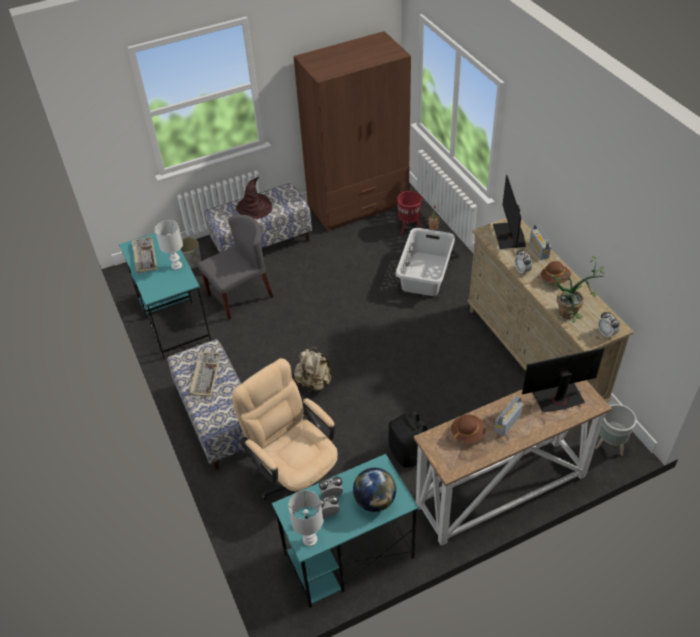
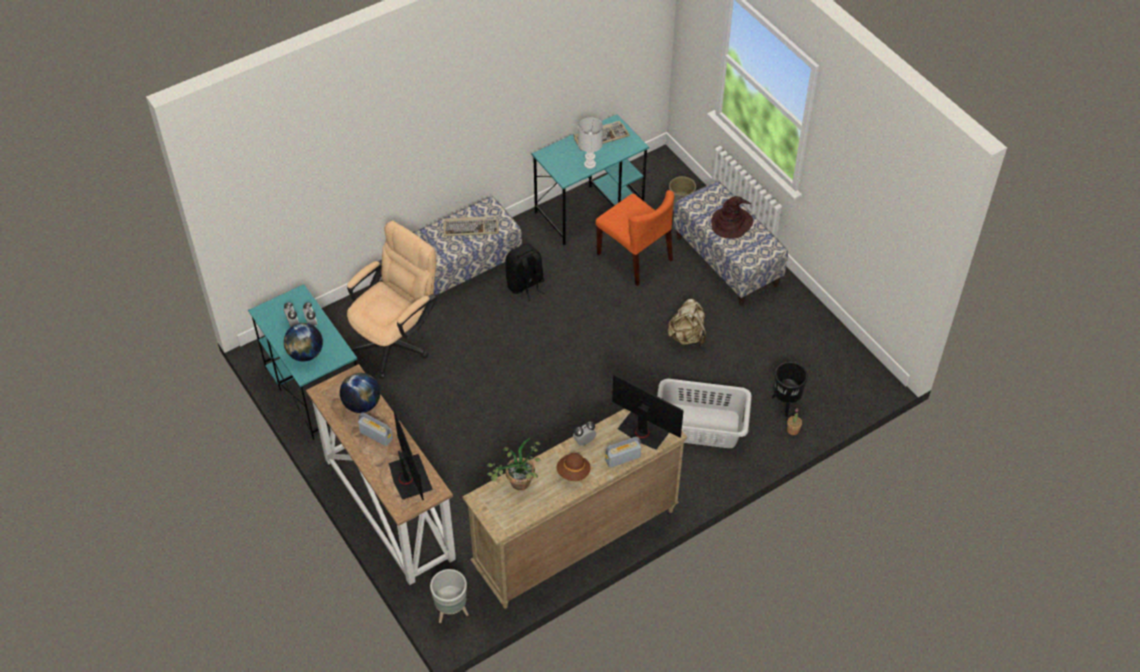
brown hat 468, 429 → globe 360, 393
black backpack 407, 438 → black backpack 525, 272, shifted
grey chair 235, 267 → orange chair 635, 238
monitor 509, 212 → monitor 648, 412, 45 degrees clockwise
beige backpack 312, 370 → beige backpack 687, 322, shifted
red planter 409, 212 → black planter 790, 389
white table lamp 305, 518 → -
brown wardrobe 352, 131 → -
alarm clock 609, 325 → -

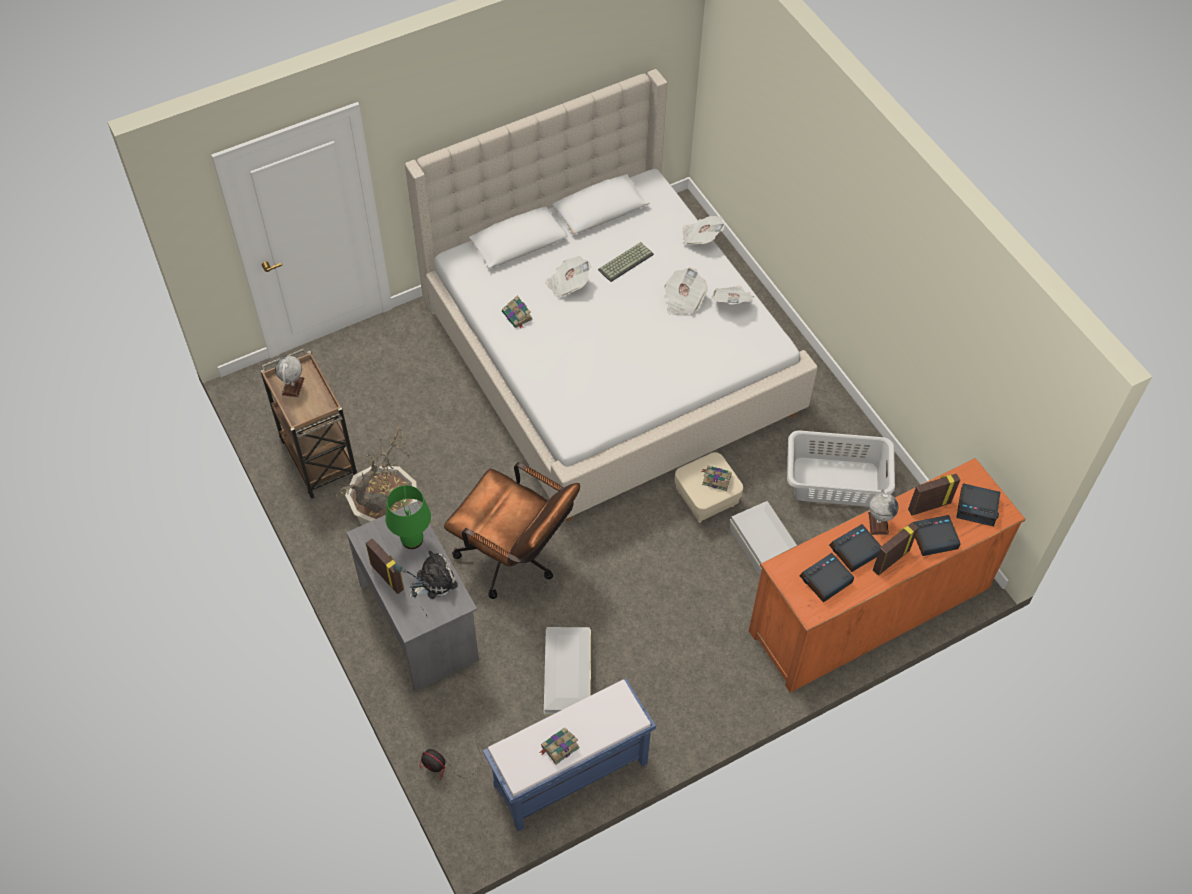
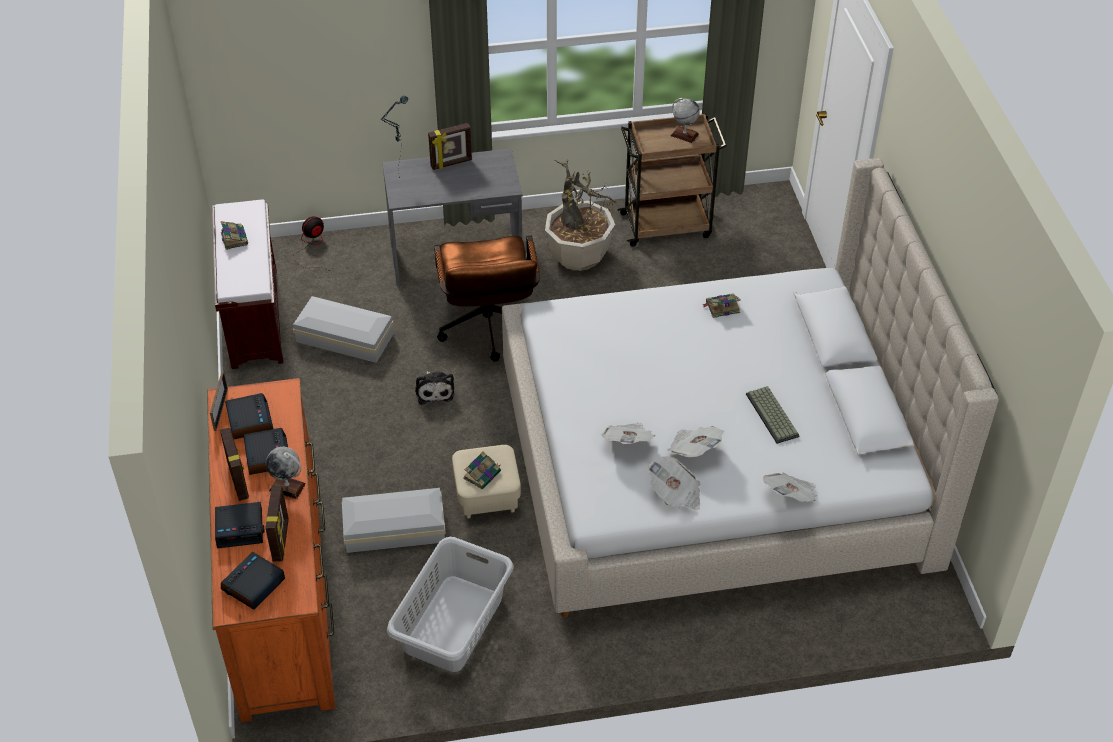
- → picture frame 219, 401
blue bench 569, 755 → brown bench 247, 284
alarm clock 937, 535 → alarm clock 240, 525, 75 degrees clockwise
plush toy 434, 575 → plush toy 435, 388, shifted
brown office chair 512, 530 → brown office chair 487, 298, 60 degrees counterclockwise
newspaper 568, 277 → newspaper 628, 433, shifted
green table lamp 408, 517 → -

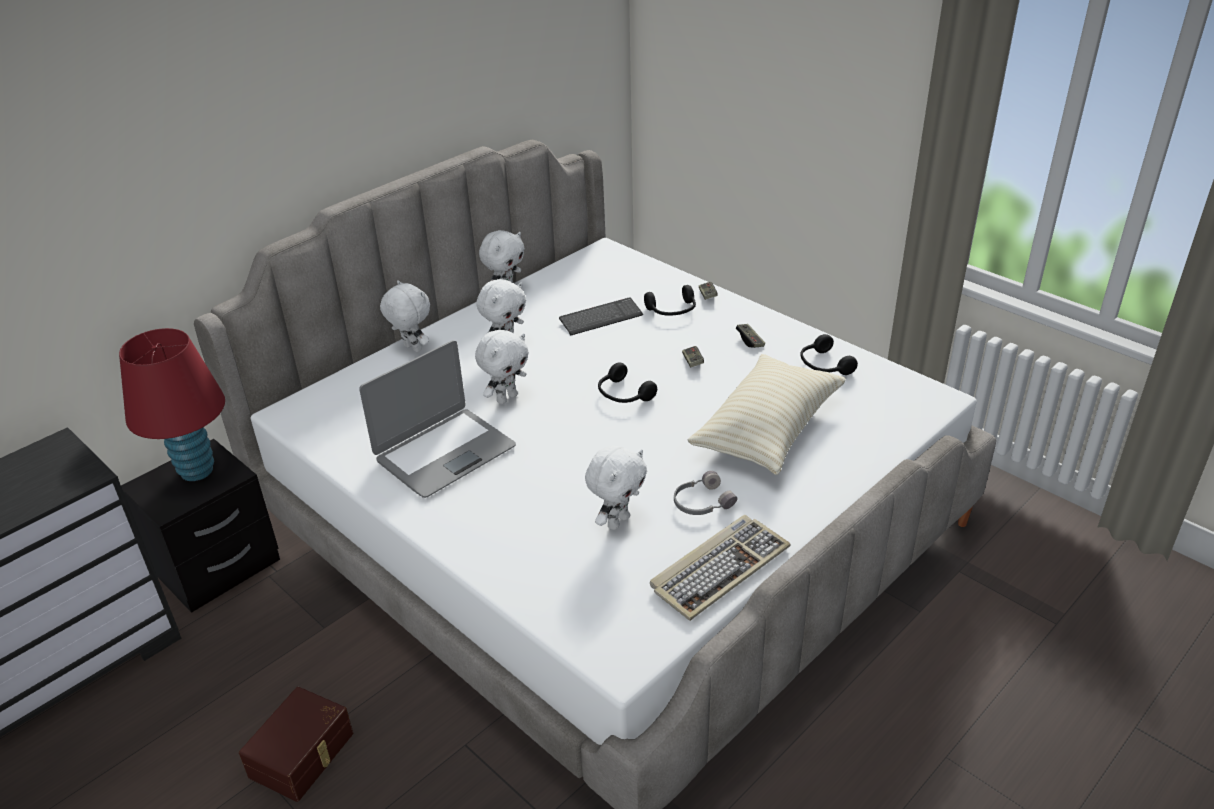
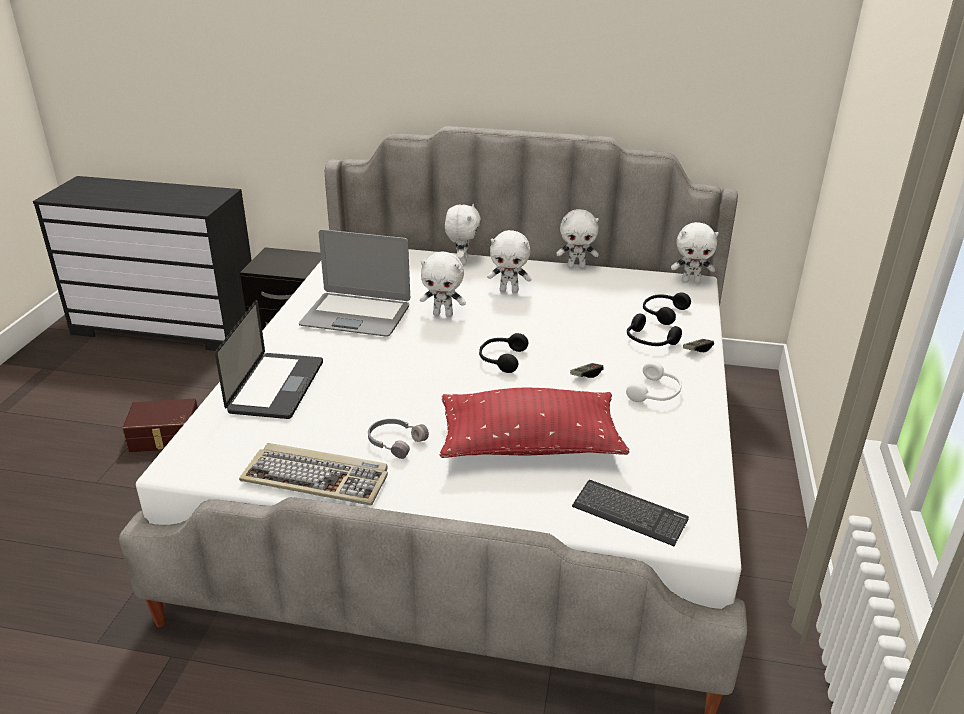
- → laptop 269, 359
beige pillow 766, 414 → red pillow 534, 423
keyboard 601, 316 → keyboard 630, 513, shifted
game controller 750, 336 → white headphones 654, 381
black headphones 829, 354 → black headphones 667, 309, shifted
white plush toy 616, 488 → white plush toy 695, 252, shifted
red table lamp 172, 404 → -

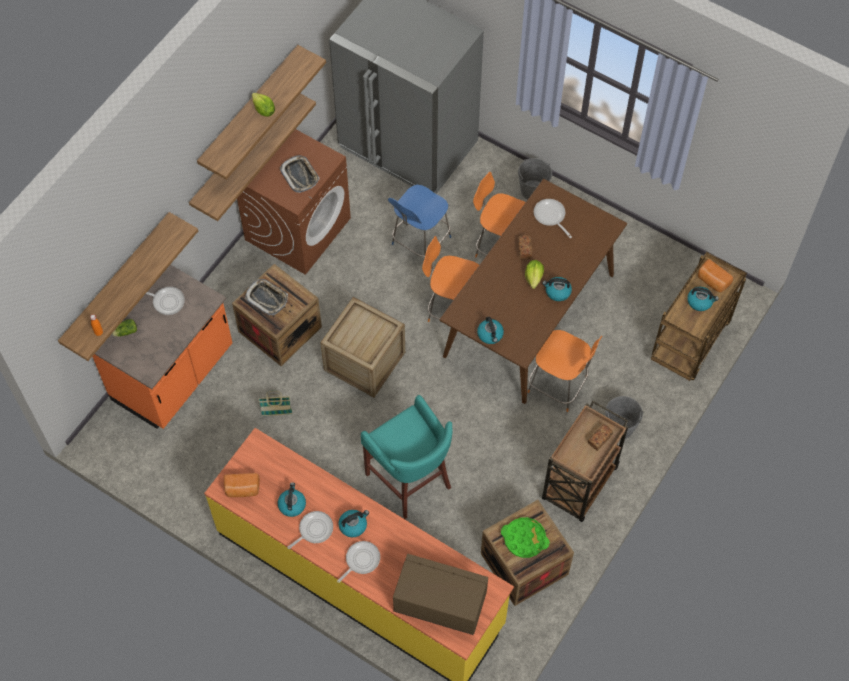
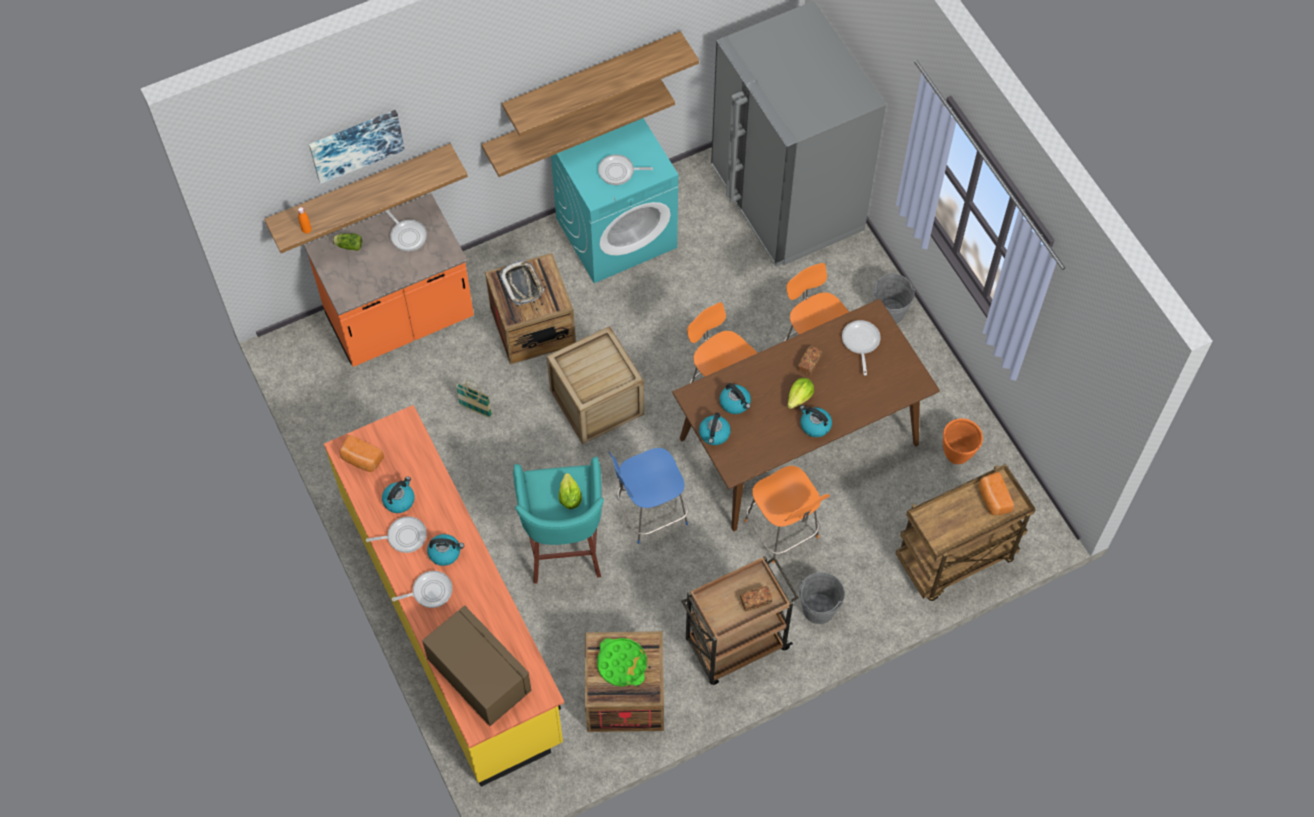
- → picture 357, 147
brown washing machine 294, 202 → turquoise washing machine 614, 200
lettuce 263, 105 → lettuce 570, 491, shifted
tray 300, 174 → frying pan 625, 169
blue chair 419, 221 → blue chair 648, 496, shifted
kettle 703, 299 → kettle 735, 398, shifted
- → orange planter 963, 441

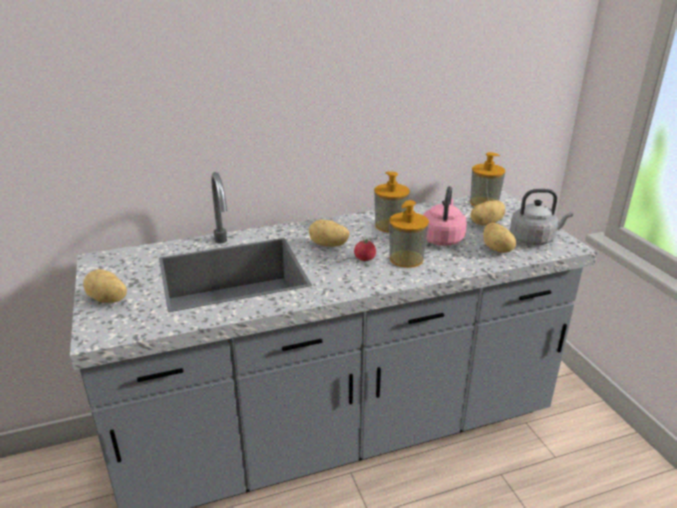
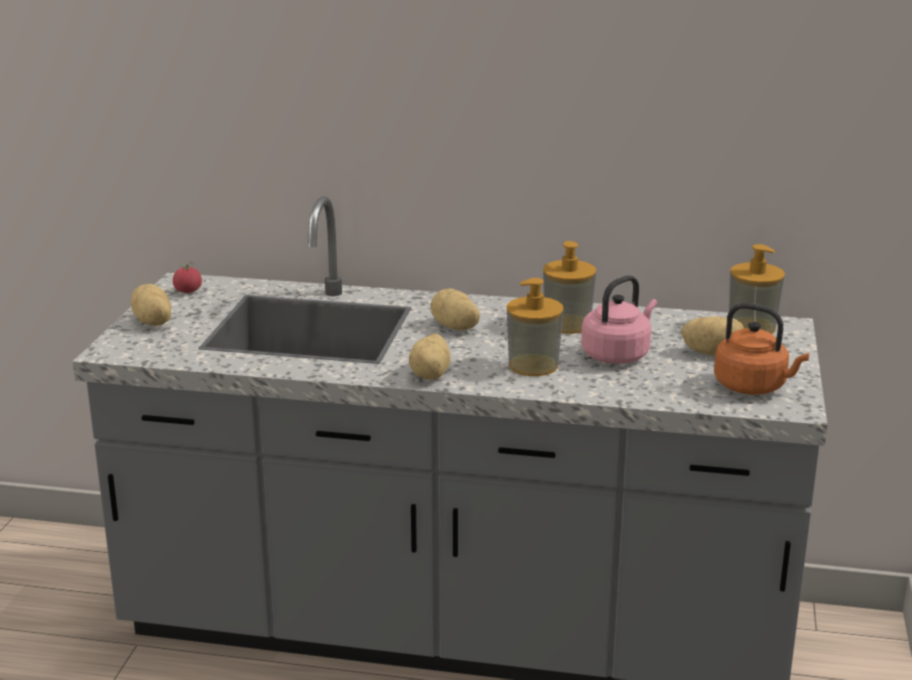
tomato 365, 249 → tomato 187, 277, shifted
potato 499, 238 → potato 429, 357, shifted
grey kettle 541, 217 → orange kettle 761, 349

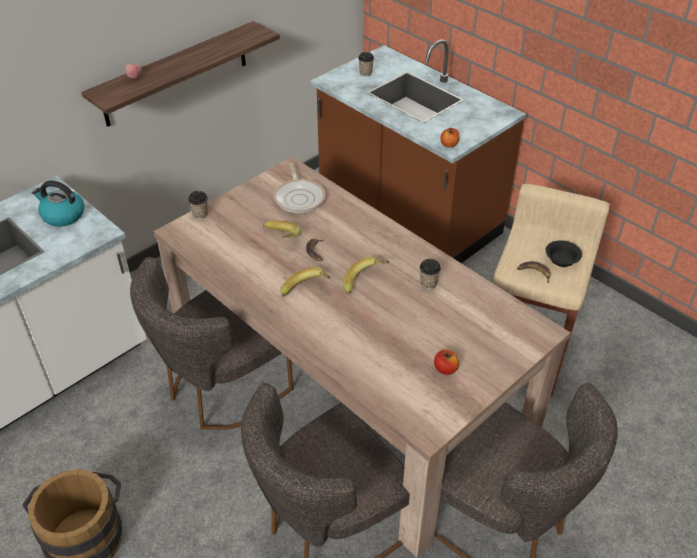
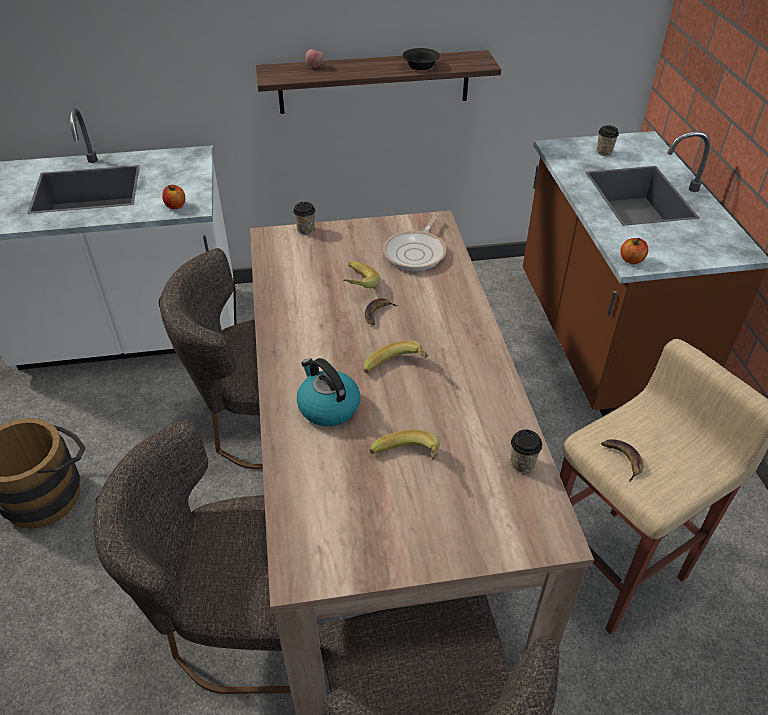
apple 446, 362 → apple 173, 197, shifted
kettle 58, 203 → kettle 328, 392, shifted
banana 305, 282 → banana 404, 445, shifted
black bowl 563, 253 → black bowl 421, 59, shifted
cup 430, 274 → cup 526, 451, shifted

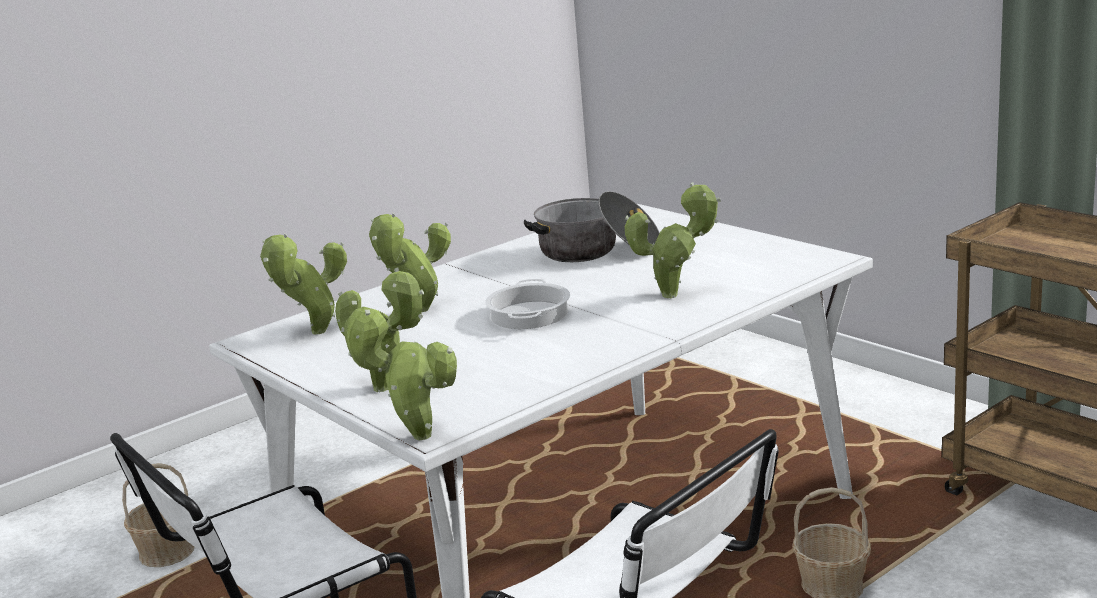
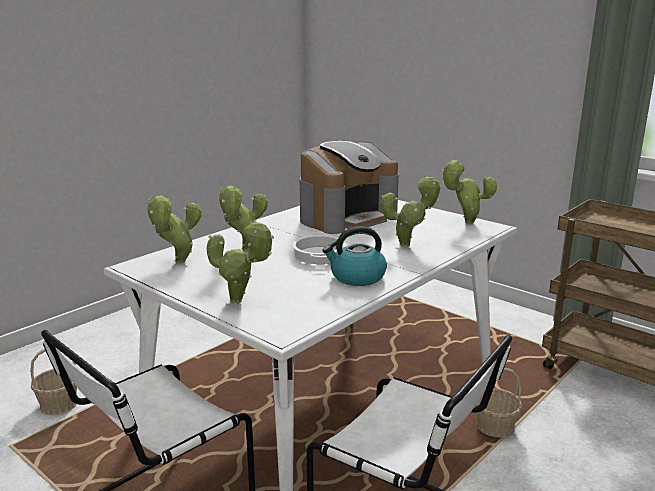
cooking pot 592, 226 → coffee machine 349, 187
- → kettle 355, 256
potted plant 399, 373 → potted plant 469, 192, shifted

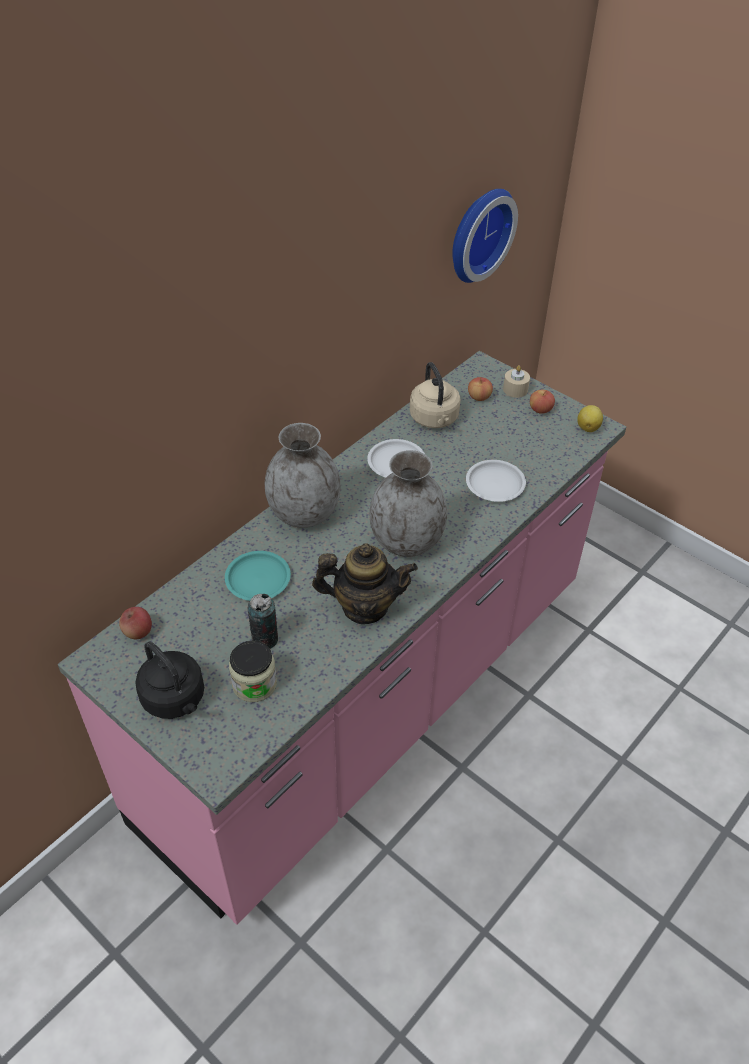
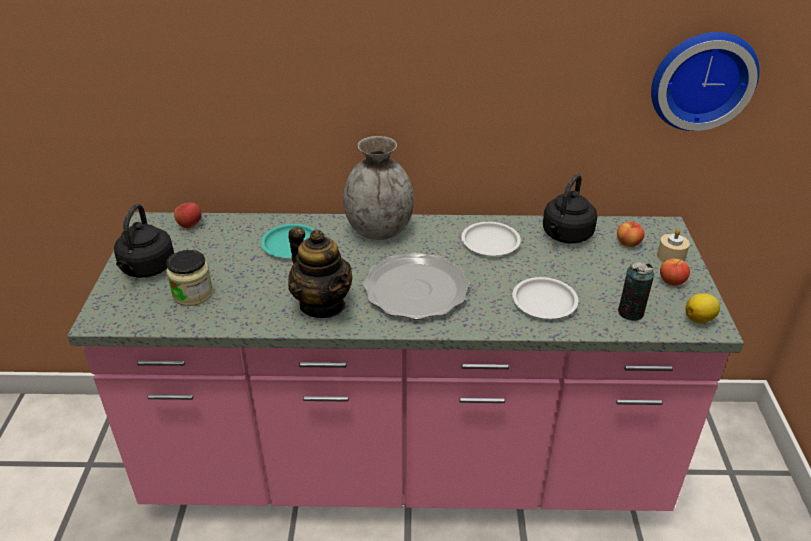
grey vase 408, 503 → plate 416, 286
beige kettle 435, 395 → black kettle 570, 209
can 262, 621 → can 636, 291, shifted

